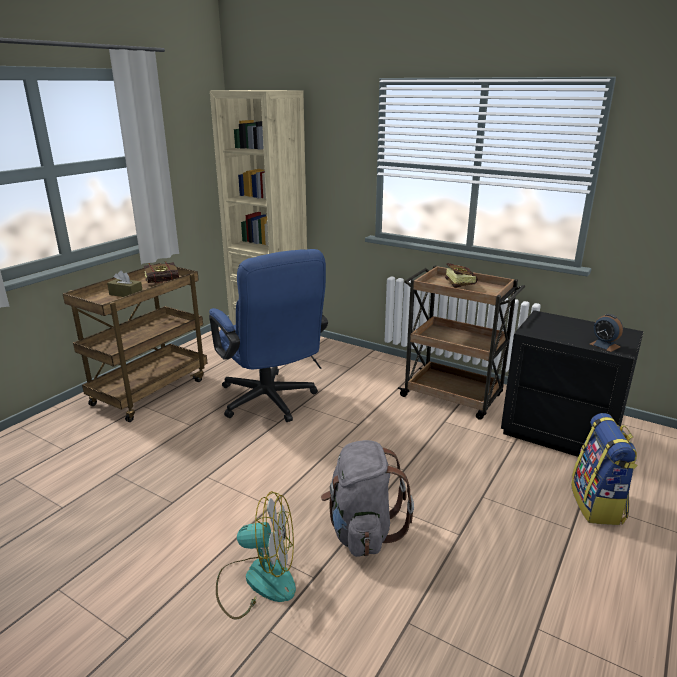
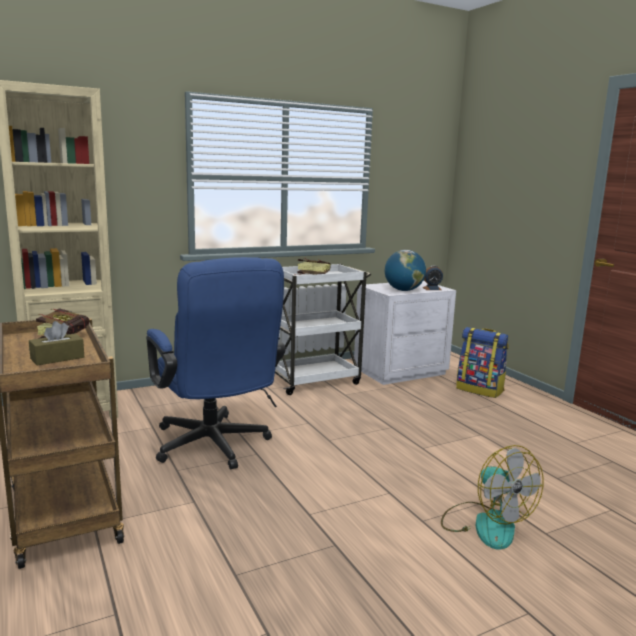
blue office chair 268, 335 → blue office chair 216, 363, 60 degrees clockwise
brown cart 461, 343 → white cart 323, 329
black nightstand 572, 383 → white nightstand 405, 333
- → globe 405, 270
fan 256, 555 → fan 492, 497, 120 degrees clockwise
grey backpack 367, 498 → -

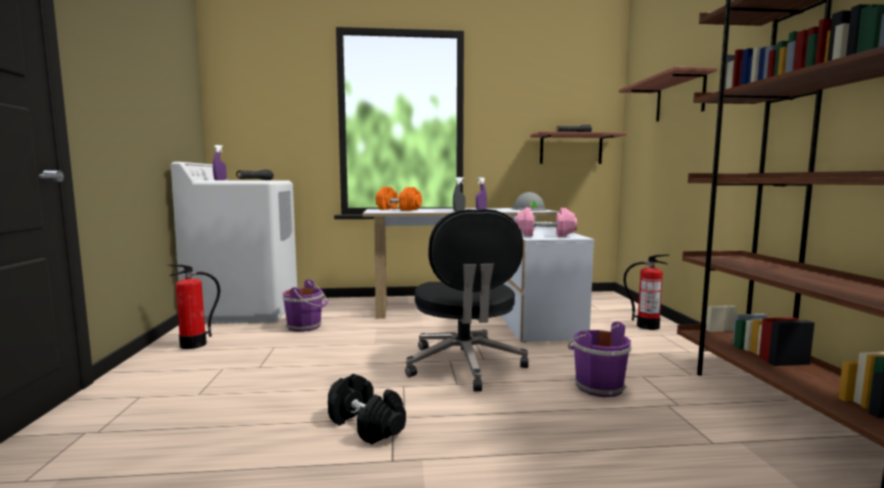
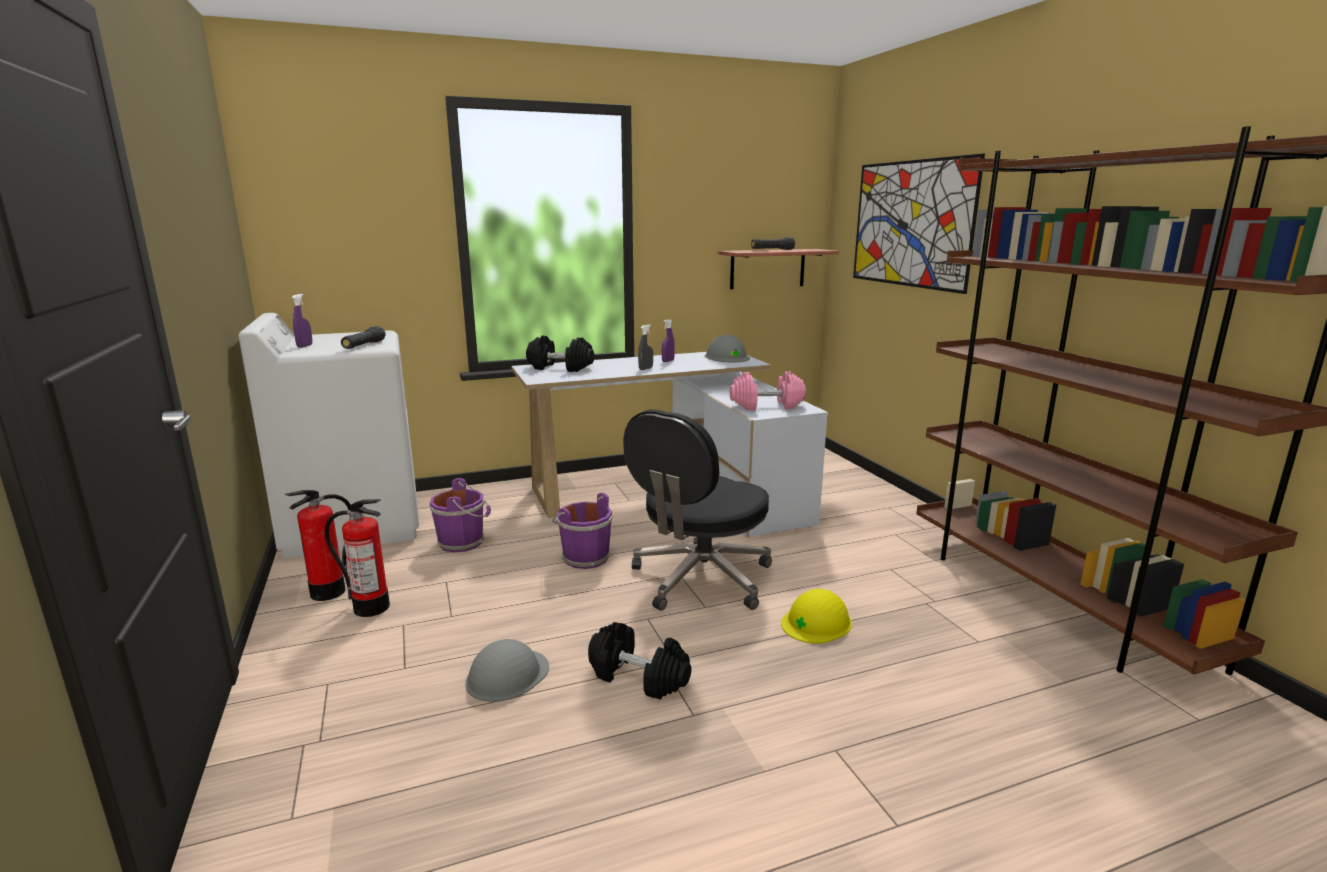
fire extinguisher 646, 292 → fire extinguisher 357, 558, shifted
- → grey hard hat 507, 670
orange dumbbell 399, 199 → black dumbbell 560, 354
purple bucket 600, 359 → purple bucket 582, 530, shifted
black office chair 467, 300 → black office chair 697, 510, 60 degrees clockwise
- → yellow hard hat 816, 616
shelf 668, 94 → picture 919, 223

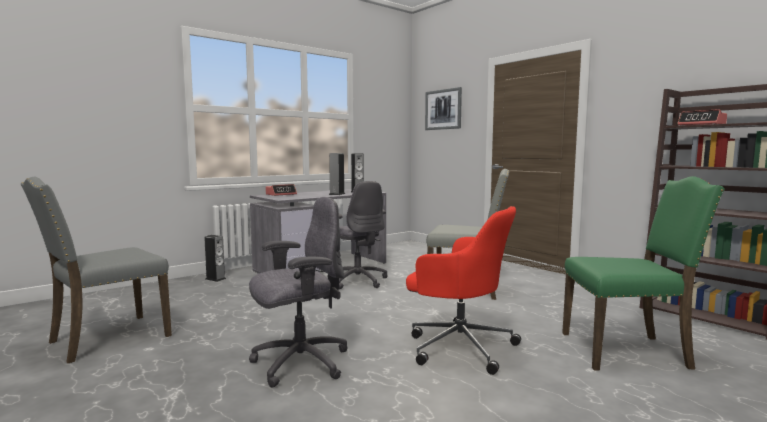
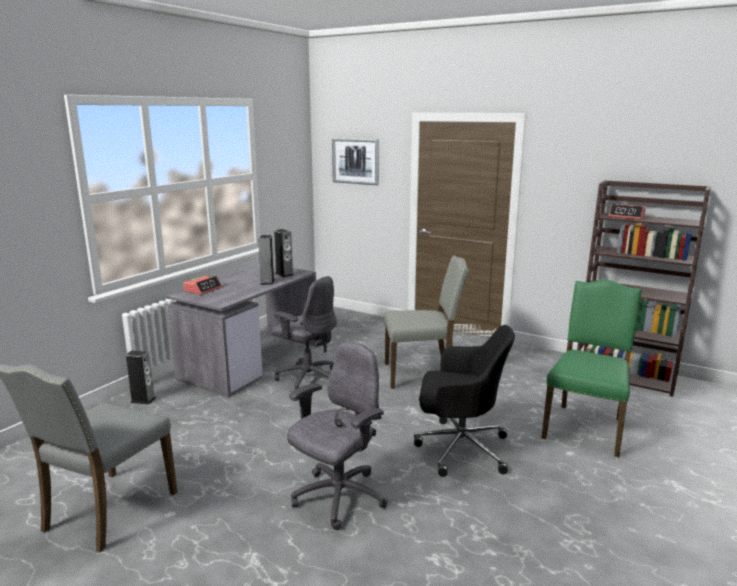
red office chair 463, 290 → black office chair 464, 401
green chair 643, 273 → green chair 592, 369, 45 degrees counterclockwise

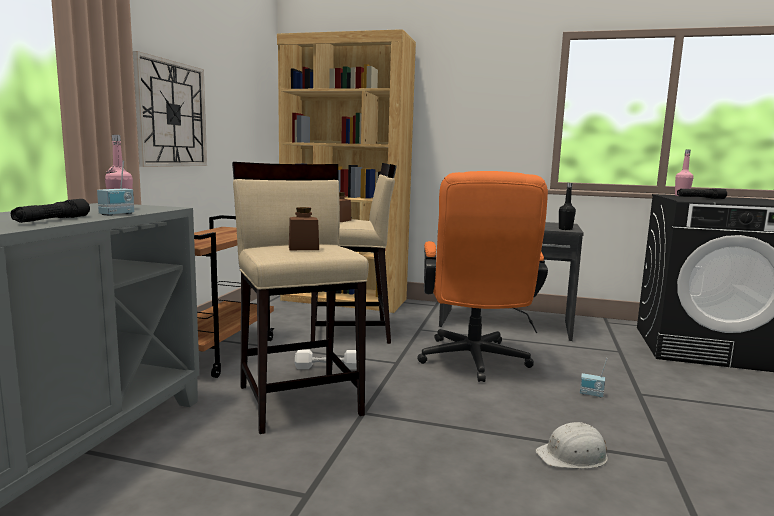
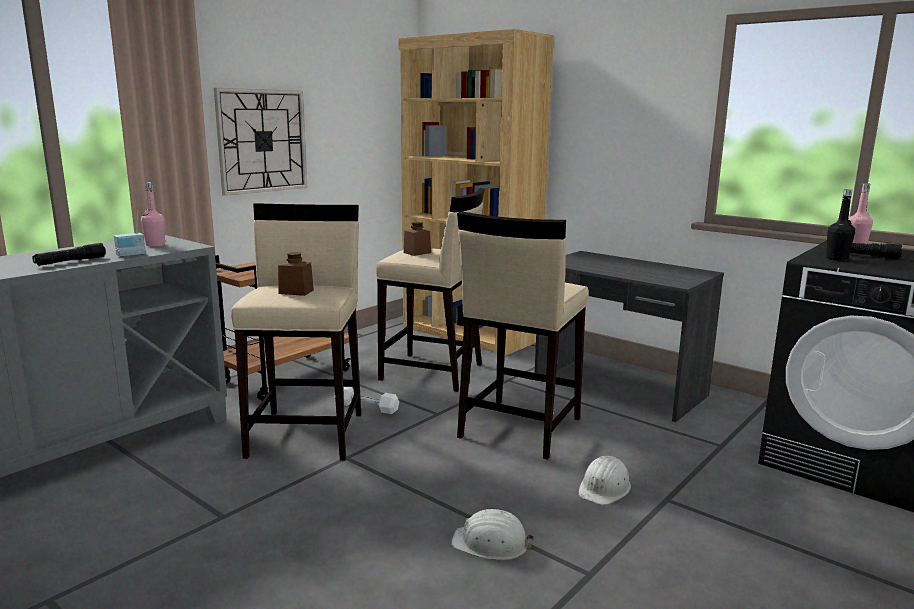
orange office chair 482, 276 → beige stool 523, 335
radio 594, 378 → white hard hat 604, 480
black bottle 567, 206 → black bottle 840, 225, shifted

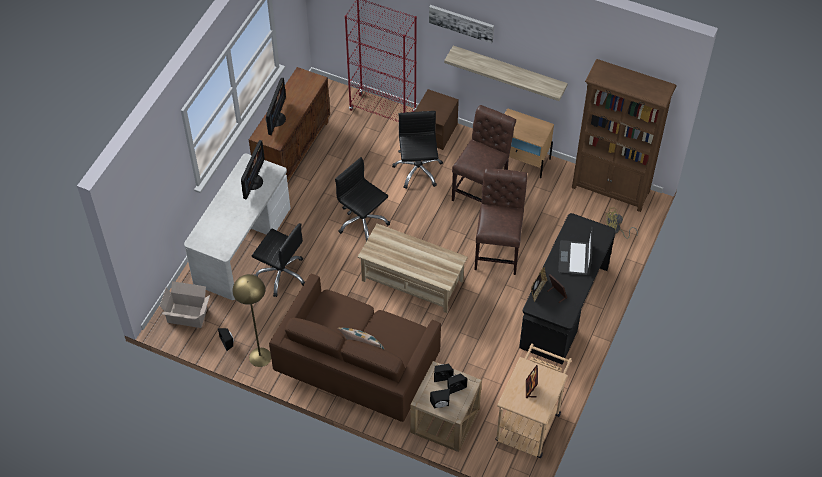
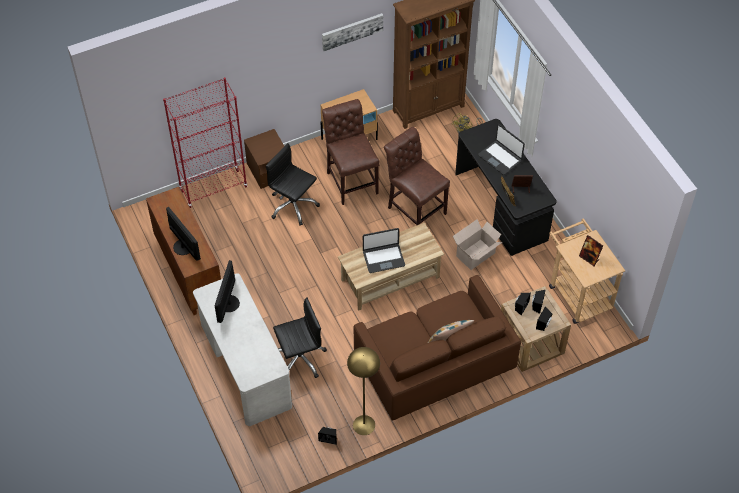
monitor 253, 169 → monitor 227, 291, 135 degrees counterclockwise
picture 461, 24 → picture 352, 32, shifted
- → laptop 384, 250
cardboard box 185, 304 → cardboard box 477, 245, shifted
black office chair 362, 199 → -
shelf 506, 73 → -

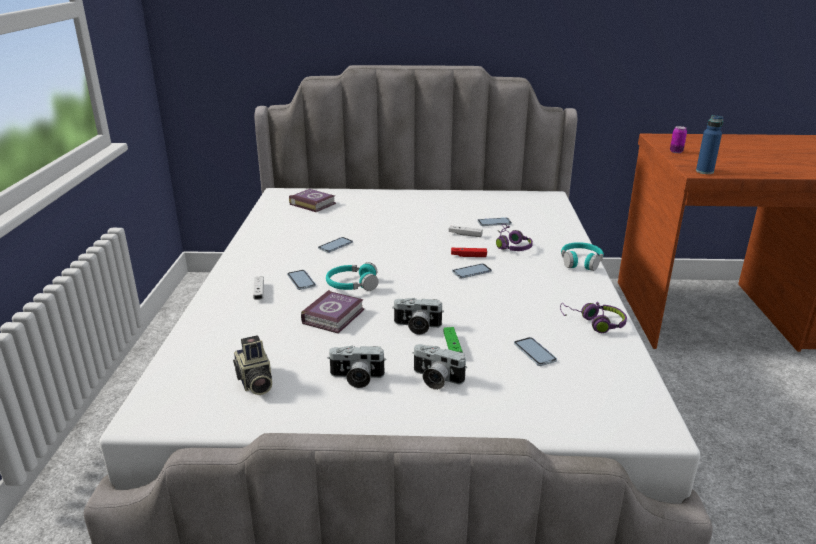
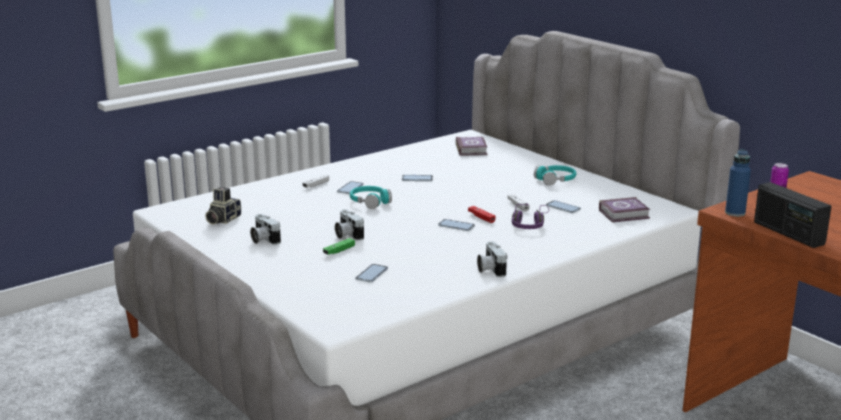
photo camera 440, 367 → photo camera 492, 259, shifted
turquoise headphones 582, 256 → turquoise headphones 555, 175, shifted
book 332, 312 → book 624, 209, shifted
- → radio 793, 215
purple headphones 593, 317 → -

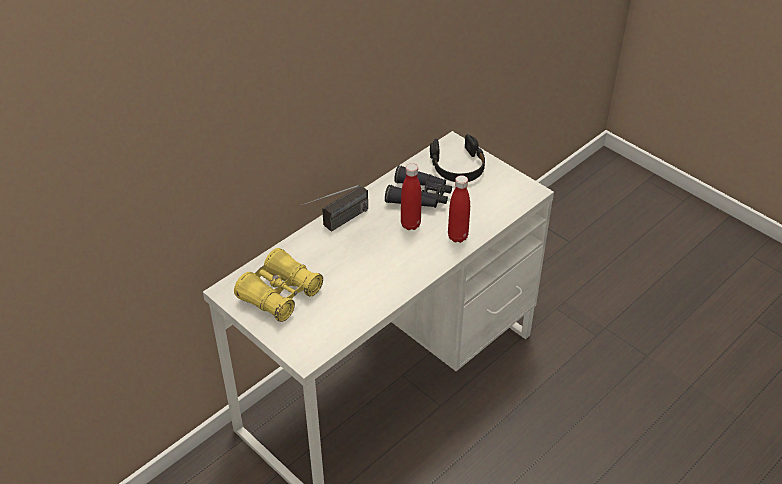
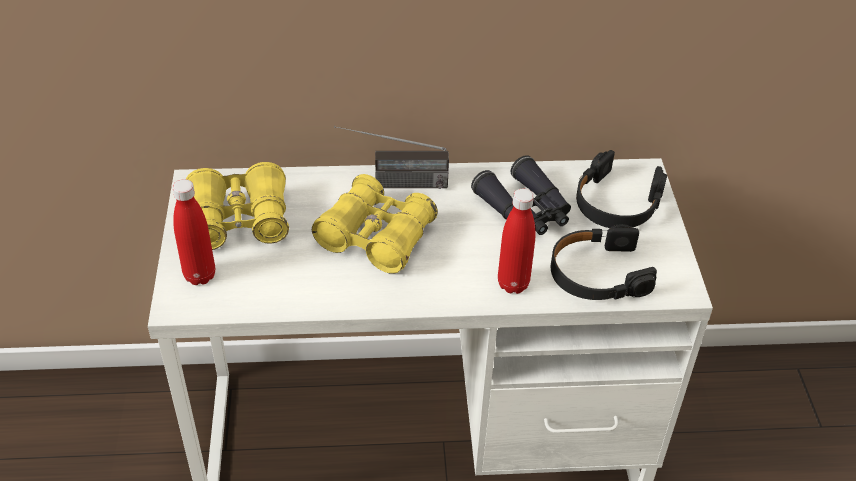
red bottle 411, 196 → red bottle 194, 232, shifted
- → yellow binoculars 375, 224
- → black headphones 604, 262

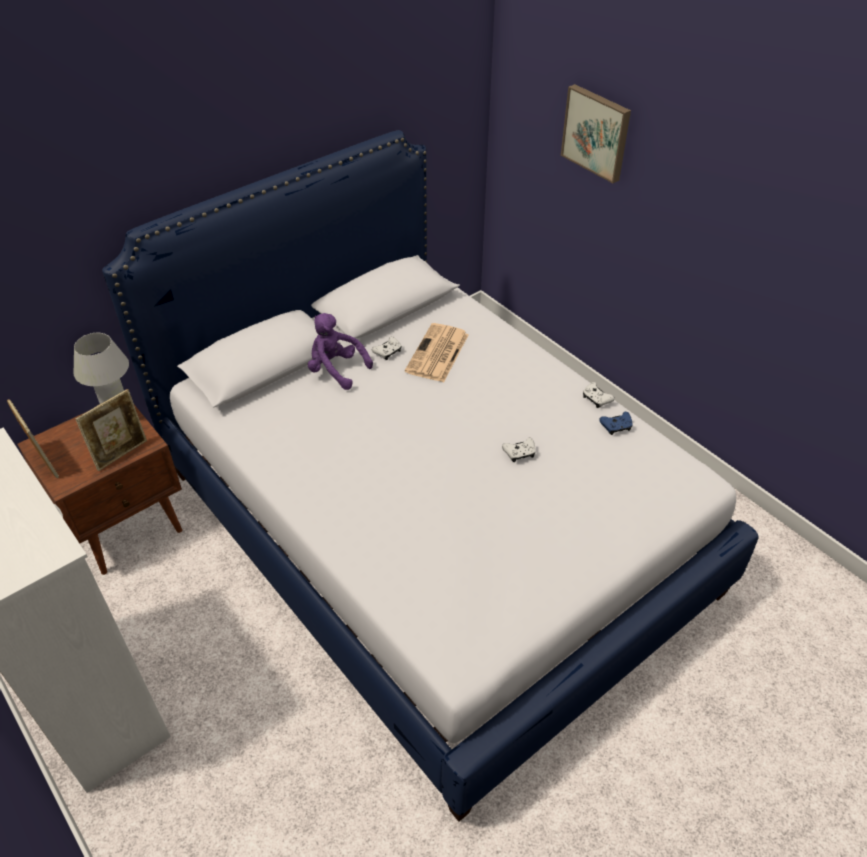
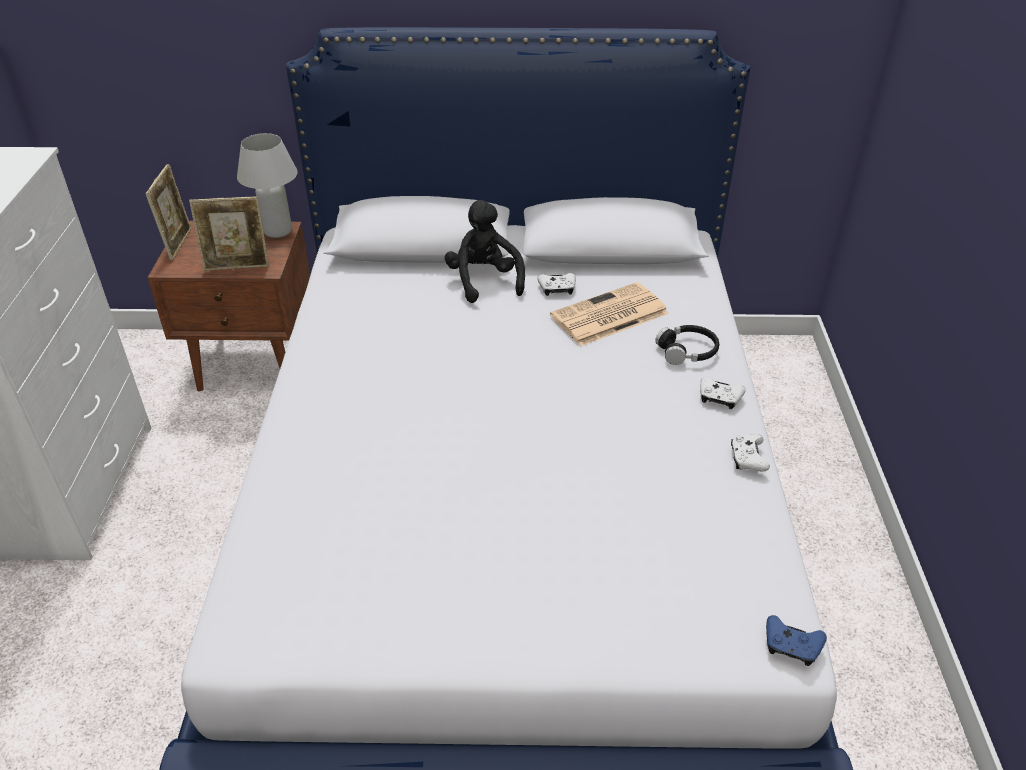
purple plush toy 340, 351 → black plush toy 485, 251
- → black headphones 687, 345
white game controller 519, 449 → white game controller 723, 393, shifted
blue game controller 616, 423 → blue game controller 796, 640, shifted
picture 596, 133 → -

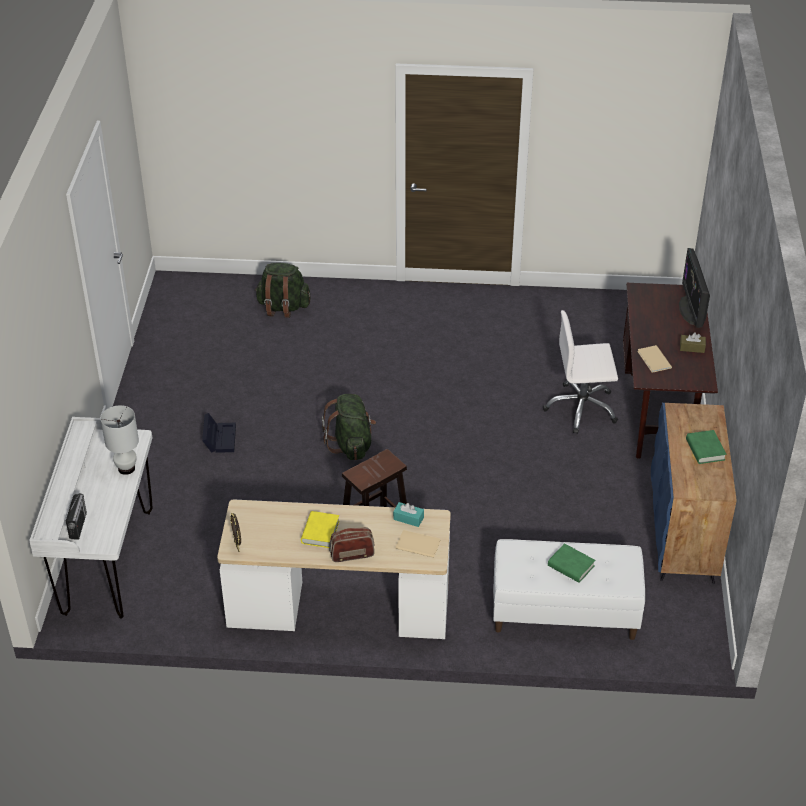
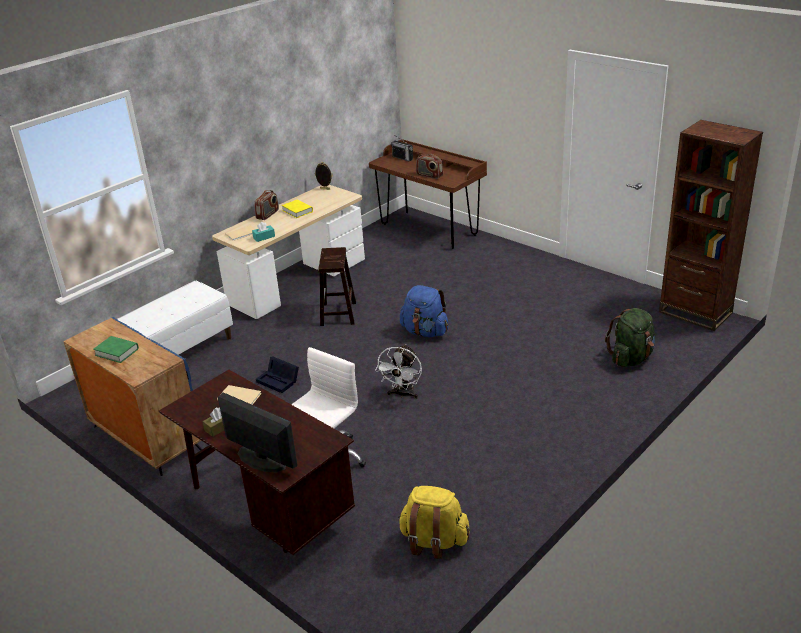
black storage box 219, 433 → black storage box 277, 375, shifted
white desk 91, 518 → brown desk 428, 194
- → white fan 398, 371
- → yellow backpack 433, 522
green backpack 349, 427 → blue backpack 424, 311
white table lamp 119, 440 → radio 429, 166
- → brown bookcase 711, 225
green book 571, 563 → -

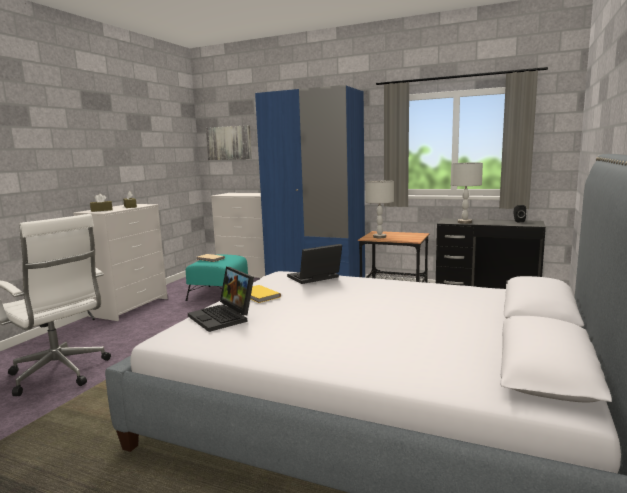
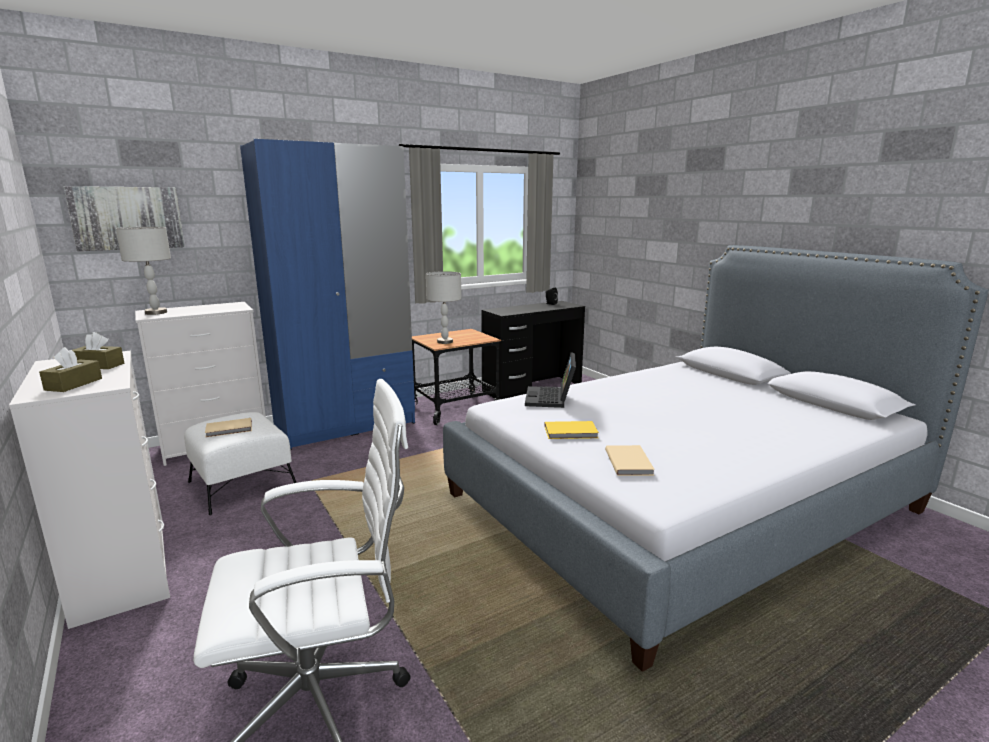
grey table lamp 467, 193 → grey table lamp 143, 271, shifted
turquoise ottoman 217, 277 → white ottoman 240, 463
laptop 221, 299 → beige book 630, 460

